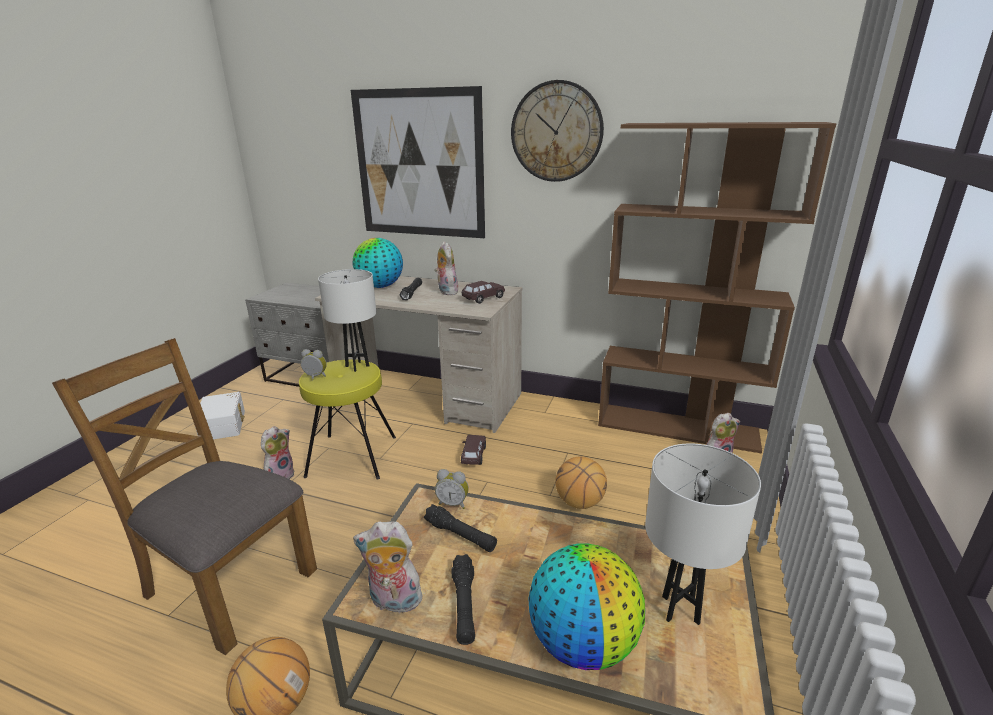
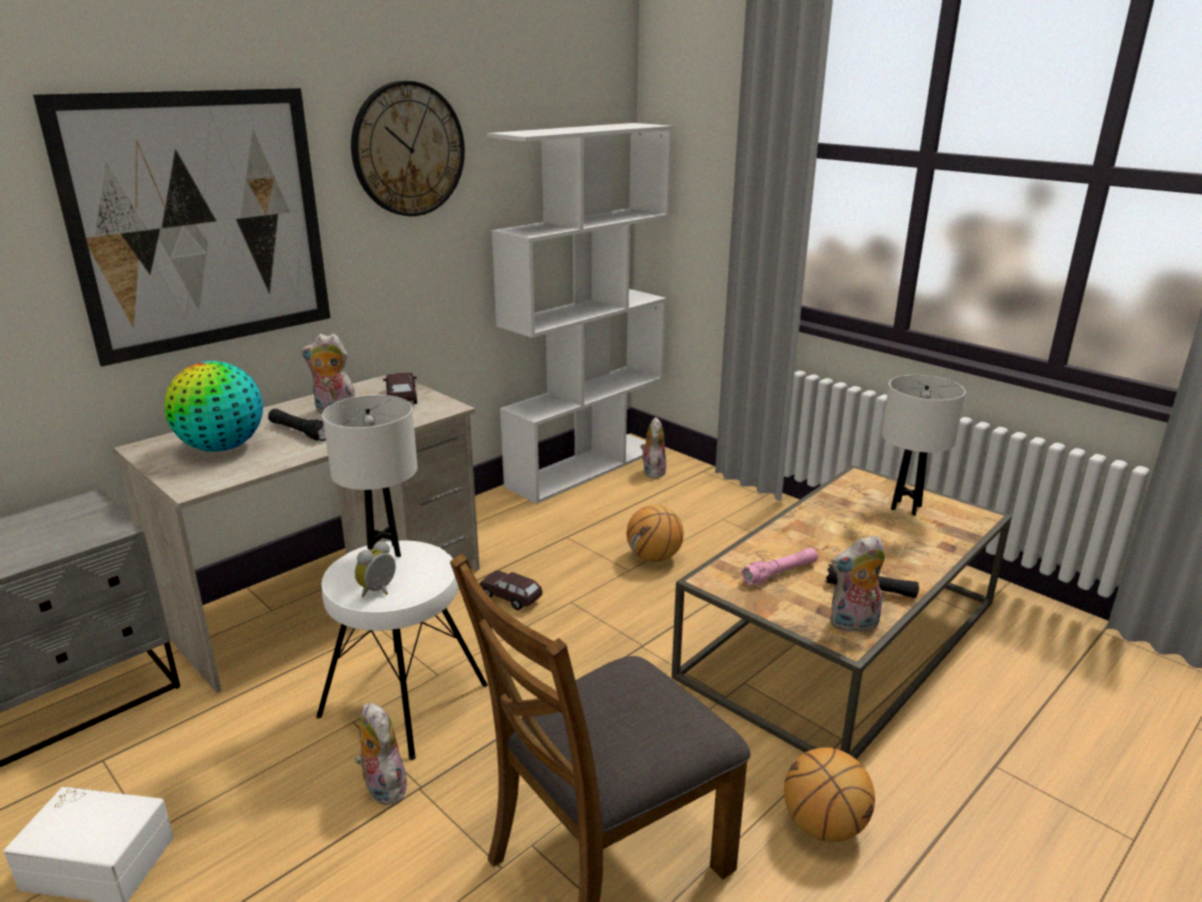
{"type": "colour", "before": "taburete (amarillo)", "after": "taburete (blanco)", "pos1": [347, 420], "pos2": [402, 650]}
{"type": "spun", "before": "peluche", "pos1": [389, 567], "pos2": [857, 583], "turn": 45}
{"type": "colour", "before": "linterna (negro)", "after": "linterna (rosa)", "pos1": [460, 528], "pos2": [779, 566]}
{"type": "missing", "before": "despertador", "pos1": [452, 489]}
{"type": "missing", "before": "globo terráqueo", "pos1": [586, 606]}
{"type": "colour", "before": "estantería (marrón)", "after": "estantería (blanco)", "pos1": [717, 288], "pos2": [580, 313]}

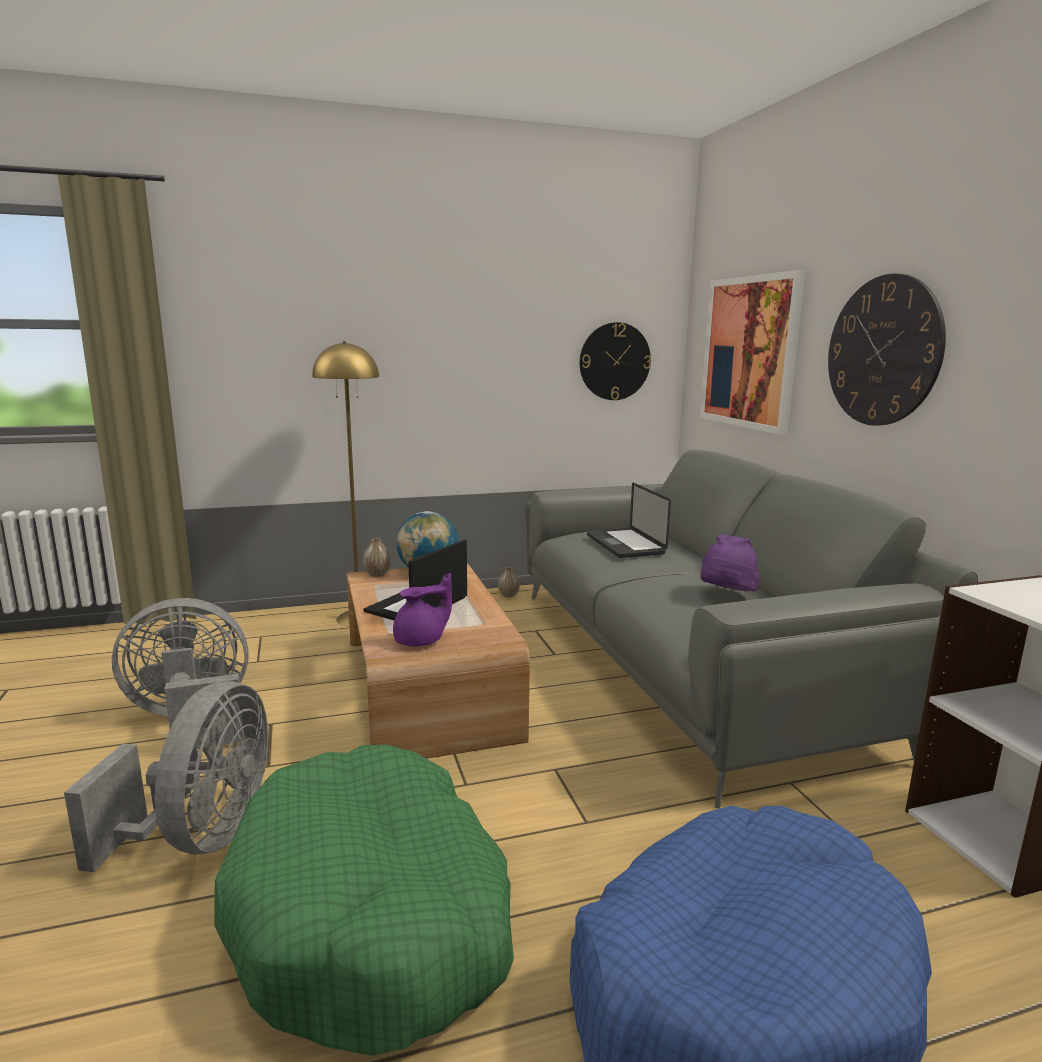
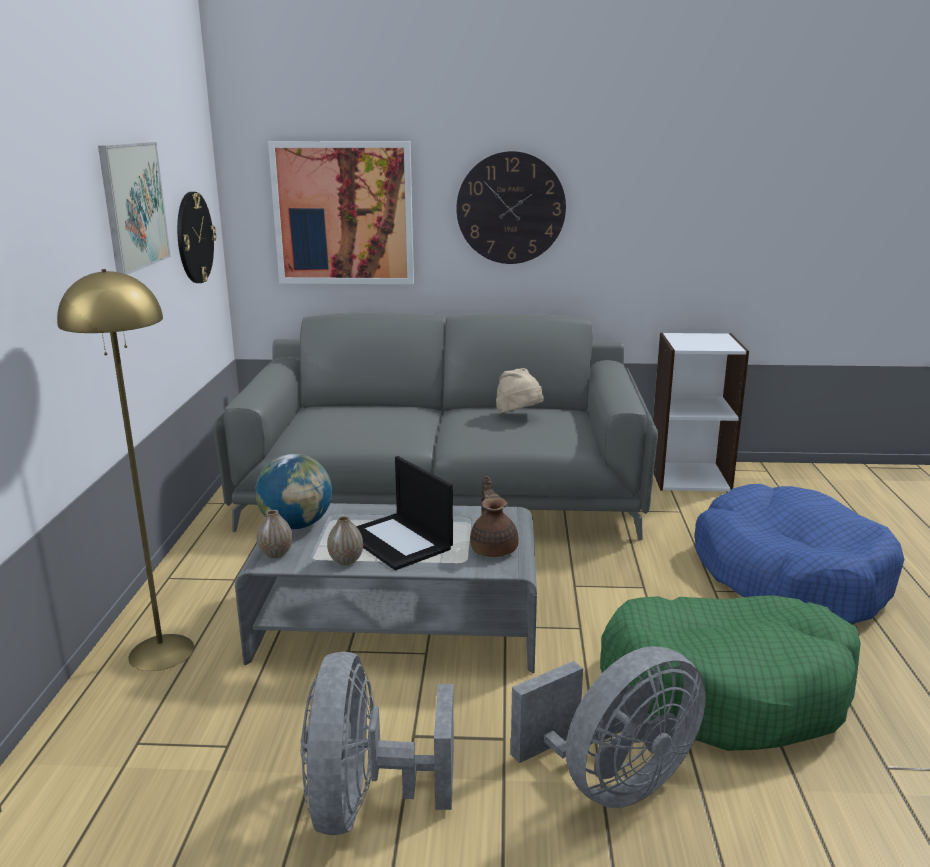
{"type": "spun", "before": "ventilador (gris)", "pos1": [166, 776], "pos2": [608, 727], "turn": 120}
{"type": "colour", "before": "mesa de centro (marrón)", "after": "mesa de centro (gris)", "pos1": [438, 661], "pos2": [386, 588]}
{"type": "colour", "before": "tetera (morado)", "after": "tetera (marrón)", "pos1": [422, 610], "pos2": [494, 516]}
{"type": "relocated", "before": "florero", "pos1": [509, 582], "pos2": [345, 540]}
{"type": "missing", "before": "portátil", "pos1": [629, 520]}
{"type": "colour", "before": "sombrero (morado)", "after": "sombrero (beis)", "pos1": [730, 563], "pos2": [520, 391]}
{"type": "appeared", "after": "cuadro", "pos2": [134, 208]}

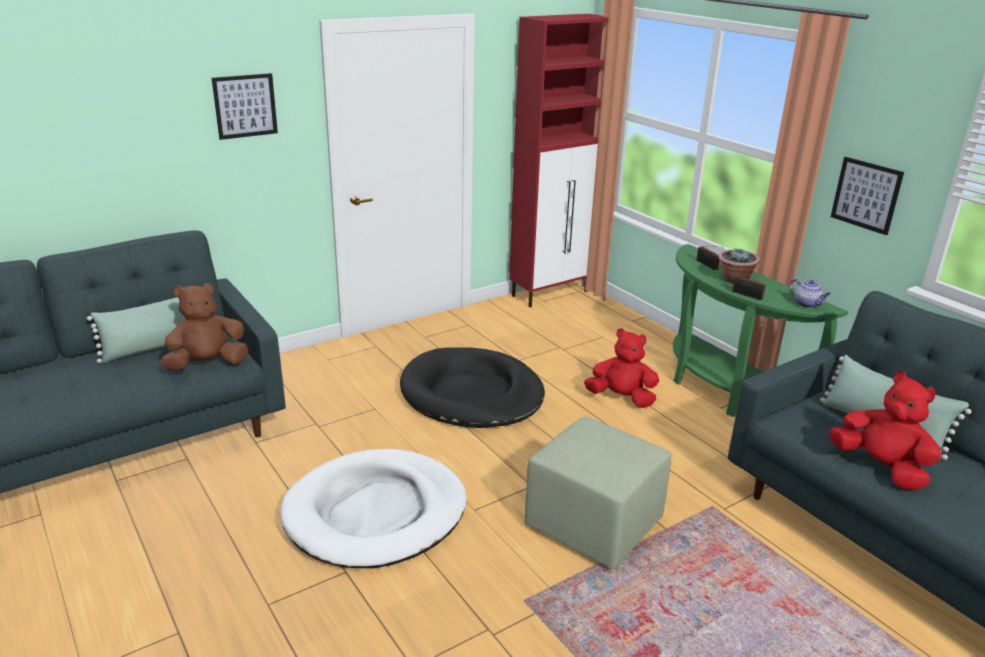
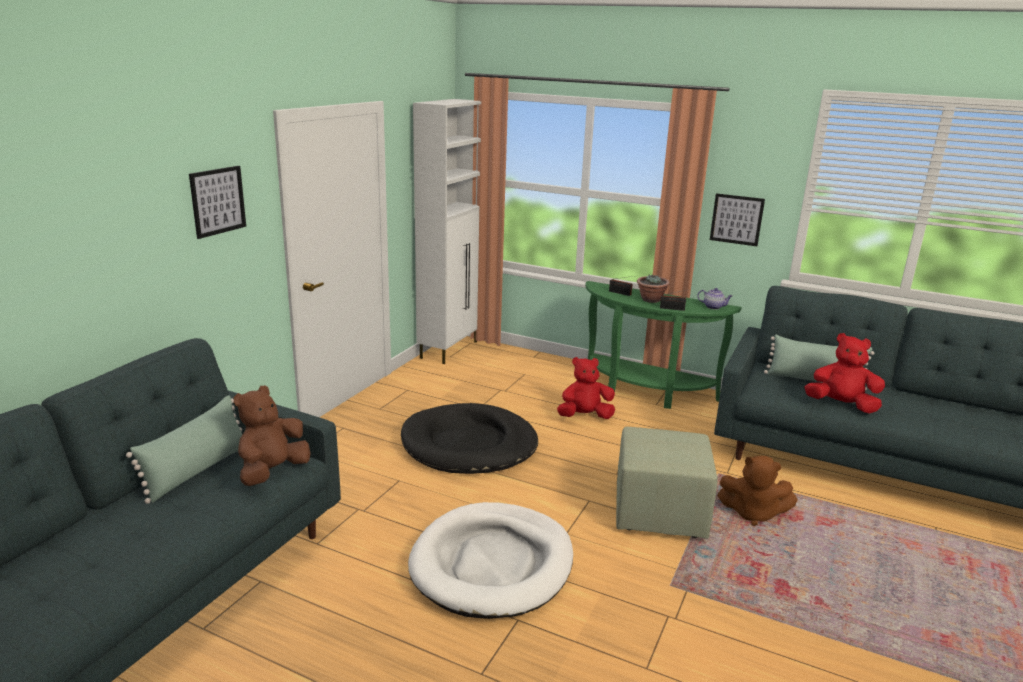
{"type": "colour", "before": "armario (rojo)", "after": "armario (blanco)", "pos1": [559, 160], "pos2": [447, 231]}
{"type": "appeared", "after": "peluche (marrón)", "pos2": [757, 491]}

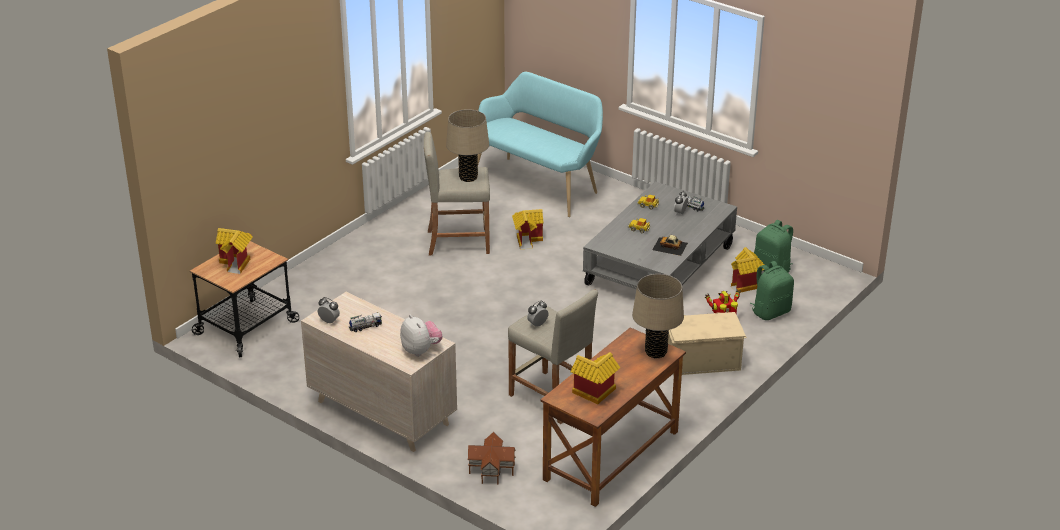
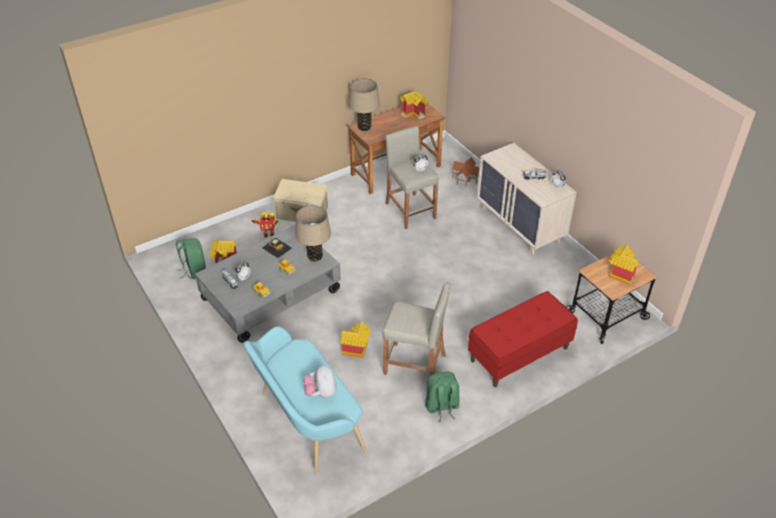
{"type": "relocated", "before": "peluche", "pos1": [421, 336], "pos2": [320, 381]}
{"type": "relocated", "before": "lámpara de mesa (beis)", "pos1": [467, 145], "pos2": [313, 233]}
{"type": "relocated", "before": "mochila (verde)", "pos1": [772, 290], "pos2": [442, 397]}
{"type": "appeared", "after": "banco (rojo)", "pos2": [523, 339]}

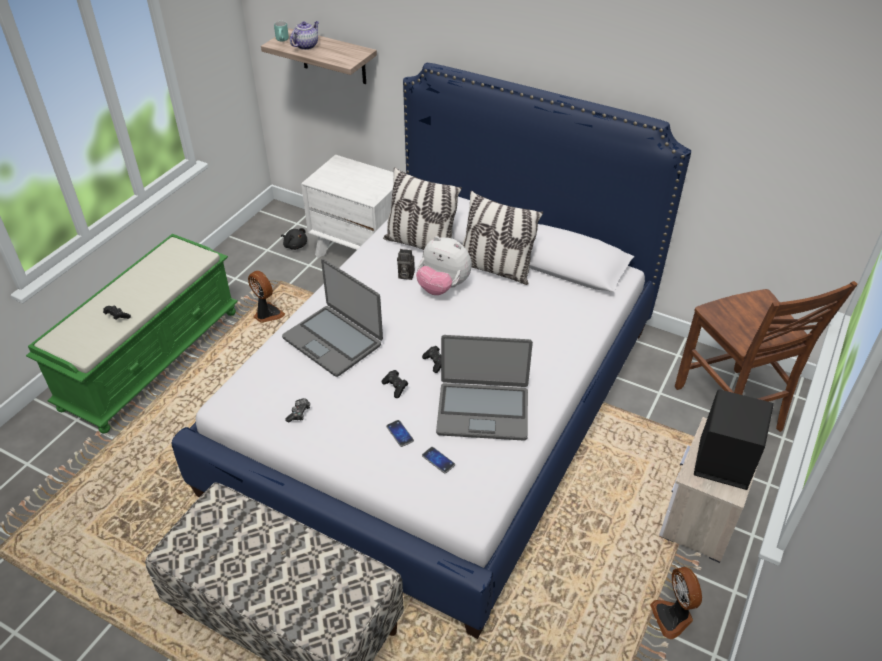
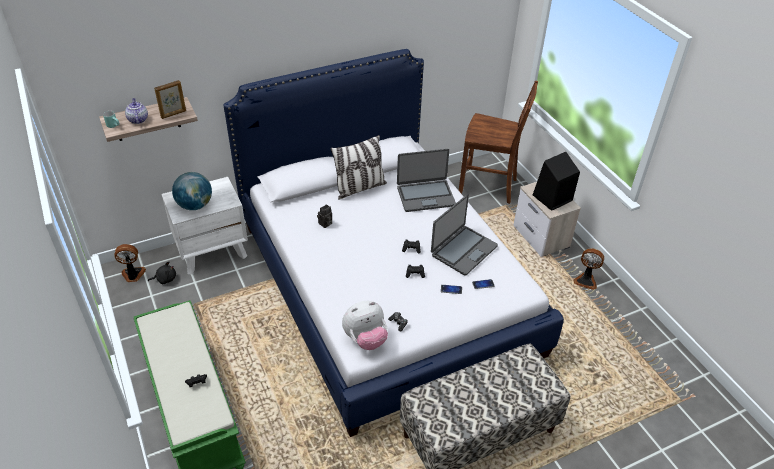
{"type": "relocated", "before": "ventilador", "pos1": [266, 297], "pos2": [130, 263]}
{"type": "relocated", "before": "portátil", "pos1": [332, 318], "pos2": [426, 180]}
{"type": "missing", "before": "cojín", "pos1": [422, 208]}
{"type": "relocated", "before": "peluche", "pos1": [444, 265], "pos2": [365, 325]}
{"type": "appeared", "after": "portarretratos", "pos2": [170, 99]}
{"type": "appeared", "after": "globo terráqueo", "pos2": [192, 191]}

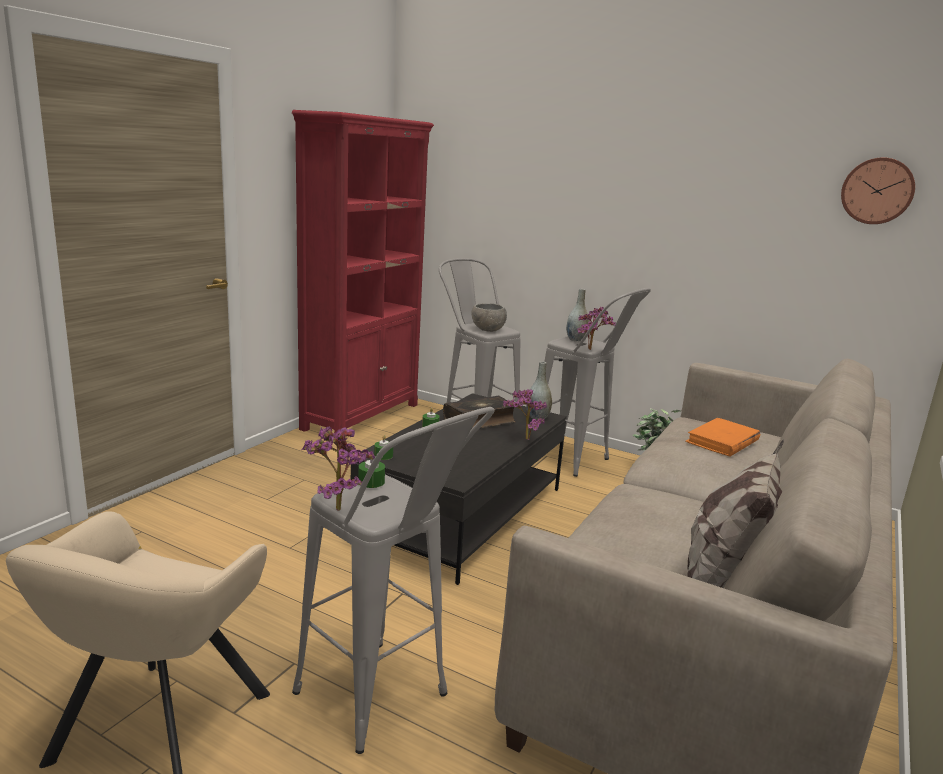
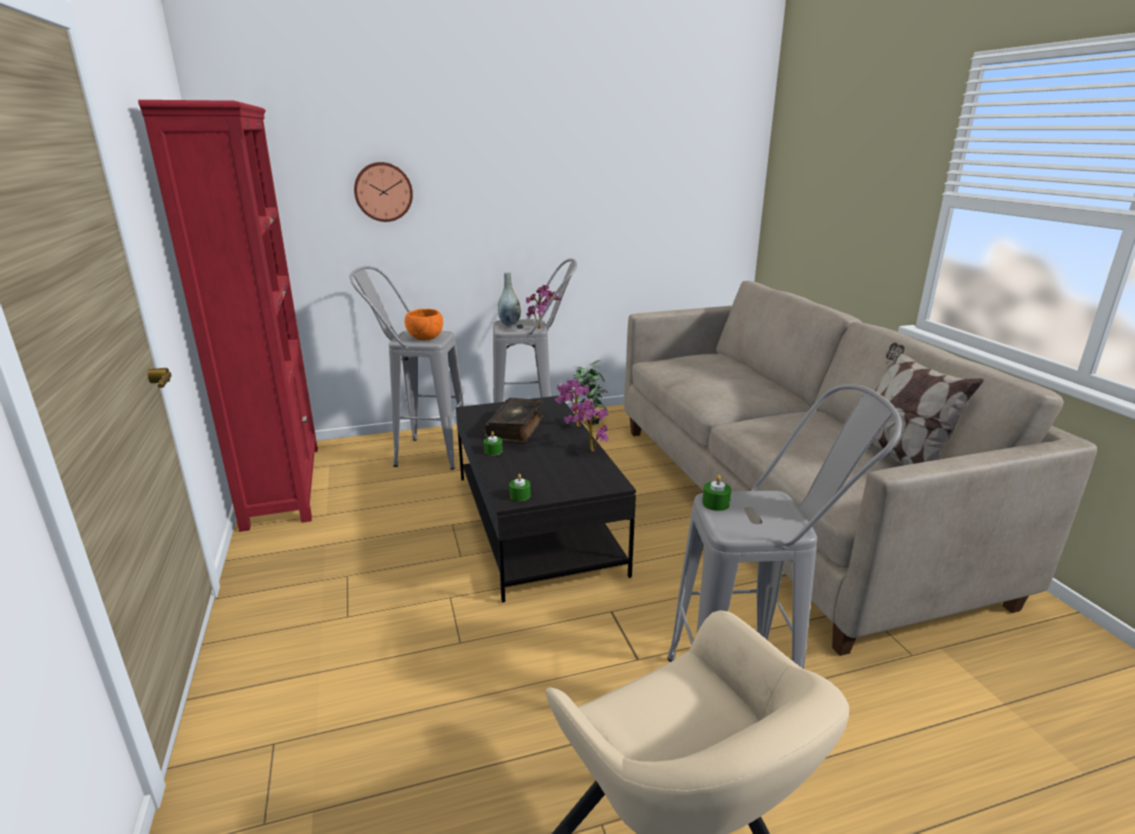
{"type": "relocated", "before": "planta en maceta", "pos1": [338, 468], "pos2": [586, 425]}
{"type": "colour", "before": "cuenco (gris)", "after": "cuenco (naranja)", "pos1": [489, 317], "pos2": [424, 324]}
{"type": "missing", "before": "florero (gris)", "pos1": [539, 390]}
{"type": "missing", "before": "libro (naranja)", "pos1": [722, 437]}
{"type": "relocated", "before": "reloj de pared", "pos1": [878, 190], "pos2": [383, 192]}

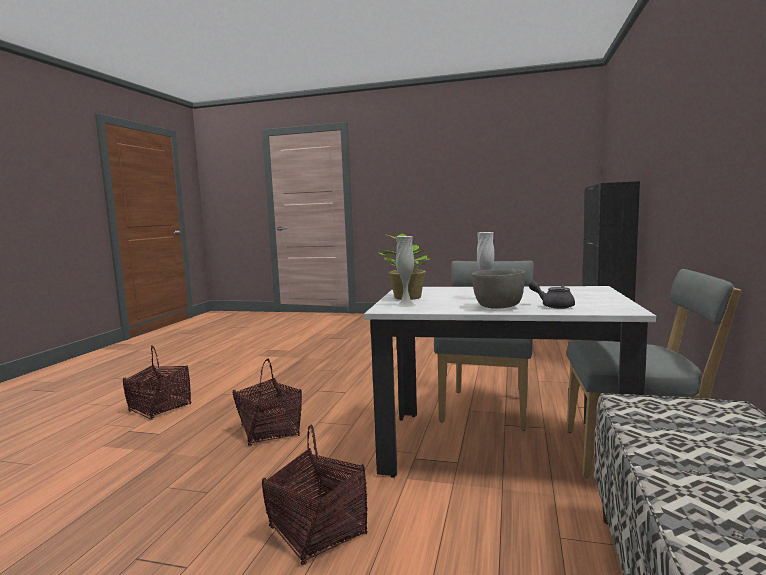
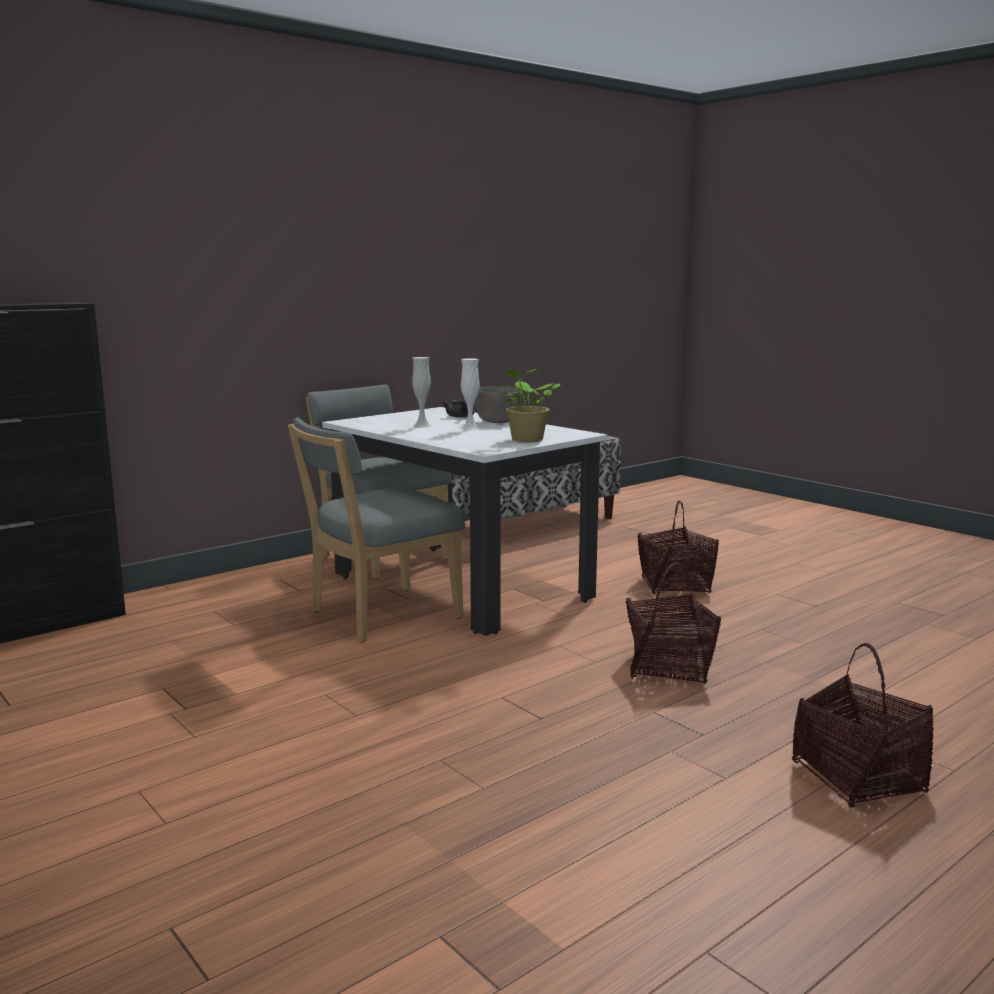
{"type": "relocated", "before": "florero (blanco)", "pos1": [406, 271], "pos2": [422, 392]}

